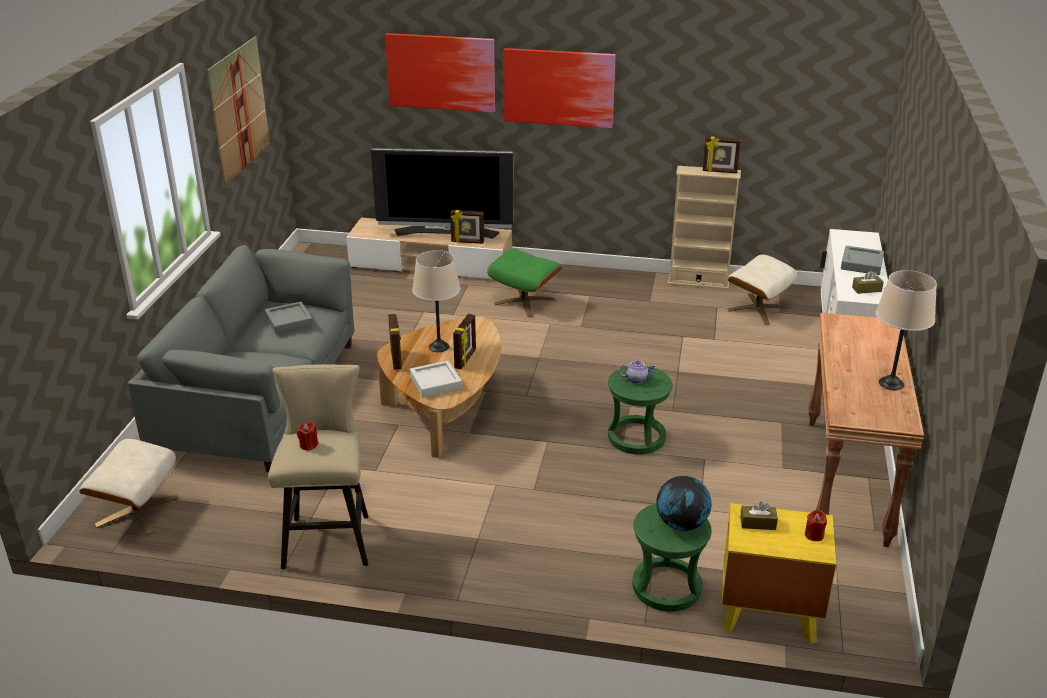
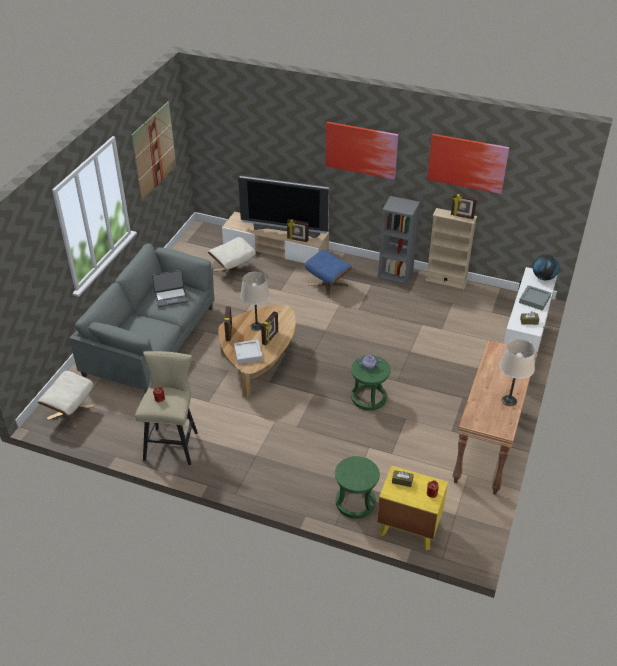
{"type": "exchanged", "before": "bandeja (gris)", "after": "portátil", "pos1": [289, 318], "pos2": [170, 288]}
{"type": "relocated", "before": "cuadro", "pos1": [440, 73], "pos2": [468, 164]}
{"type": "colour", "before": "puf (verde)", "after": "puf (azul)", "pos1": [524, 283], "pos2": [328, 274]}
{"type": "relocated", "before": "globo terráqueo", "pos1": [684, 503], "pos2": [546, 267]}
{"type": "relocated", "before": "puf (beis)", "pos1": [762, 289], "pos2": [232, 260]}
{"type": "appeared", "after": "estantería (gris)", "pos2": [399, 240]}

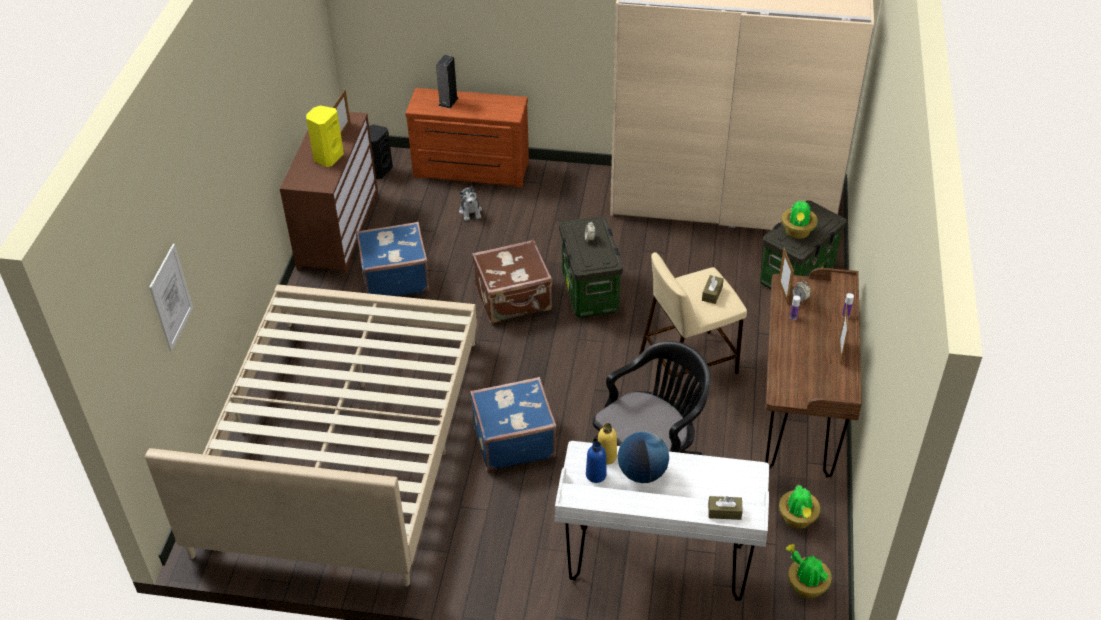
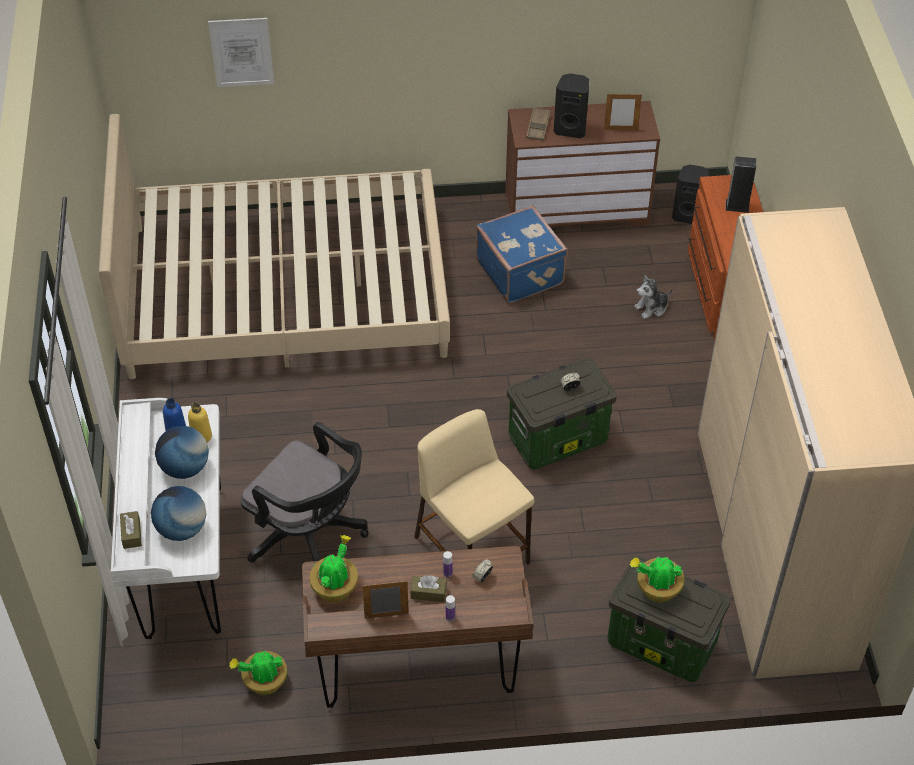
{"type": "colour", "before": "altavoz (amarillo)", "after": "altavoz (negro)", "pos1": [325, 136], "pos2": [571, 105]}
{"type": "missing", "before": "maleta (azul)", "pos1": [513, 424]}
{"type": "missing", "before": "maleta (marrón)", "pos1": [512, 281]}
{"type": "relocated", "before": "caja de pañuelos (marrón)", "pos1": [713, 289], "pos2": [428, 588]}
{"type": "missing", "before": "portarretratos", "pos1": [786, 276]}
{"type": "relocated", "before": "planta en maceta", "pos1": [809, 571], "pos2": [333, 568]}
{"type": "appeared", "after": "globo terráqueo", "pos2": [178, 513]}
{"type": "appeared", "after": "bandeja (marrón)", "pos2": [538, 124]}

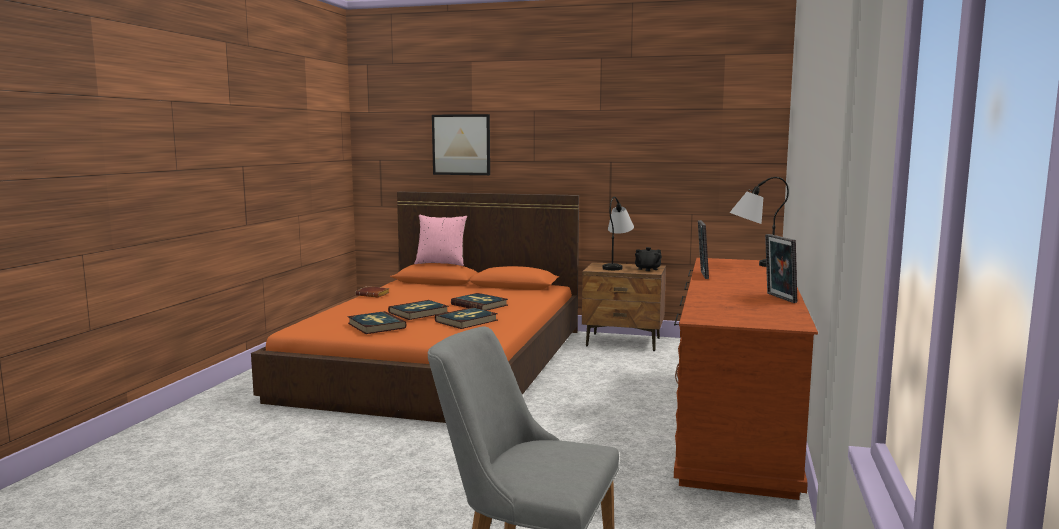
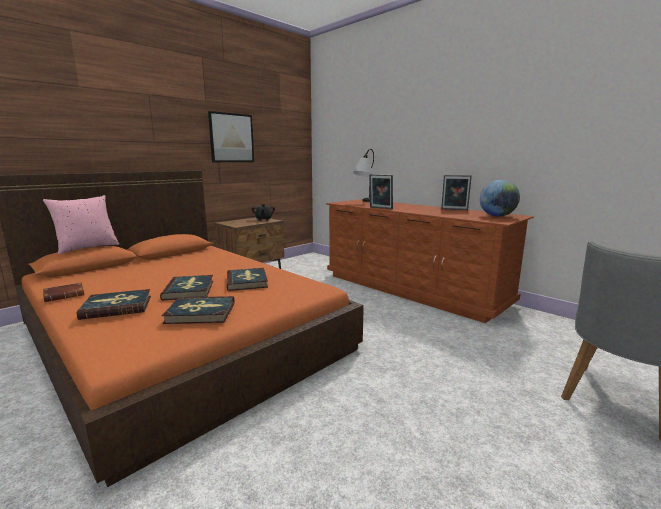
{"type": "relocated", "before": "cuadro", "pos1": [461, 144], "pos2": [231, 136]}
{"type": "relocated", "before": "libro", "pos1": [479, 302], "pos2": [114, 304]}
{"type": "missing", "before": "lámpara de mesa", "pos1": [618, 233]}
{"type": "appeared", "after": "globo terráqueo", "pos2": [500, 198]}

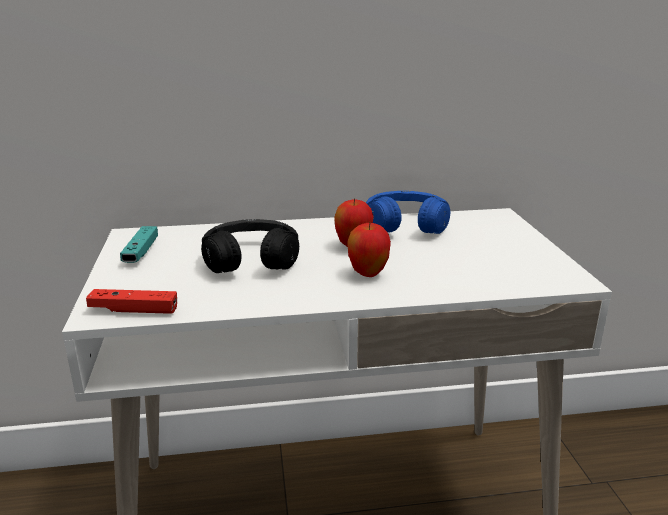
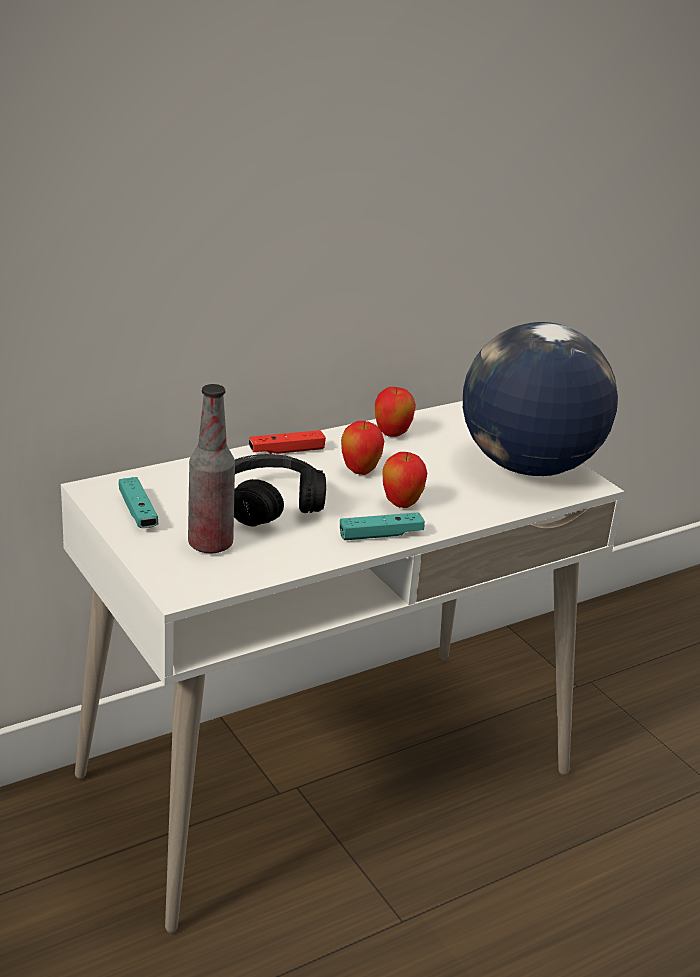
{"type": "relocated", "before": "mando de consola (rojo)", "pos1": [131, 301], "pos2": [287, 442]}
{"type": "exchanged", "before": "auriculares (azul)", "after": "manzana", "pos1": [408, 212], "pos2": [395, 412]}
{"type": "appeared", "after": "botella", "pos2": [211, 468]}
{"type": "appeared", "after": "mando de consola (turquesa)", "pos2": [382, 526]}
{"type": "appeared", "after": "globo terráqueo", "pos2": [540, 399]}

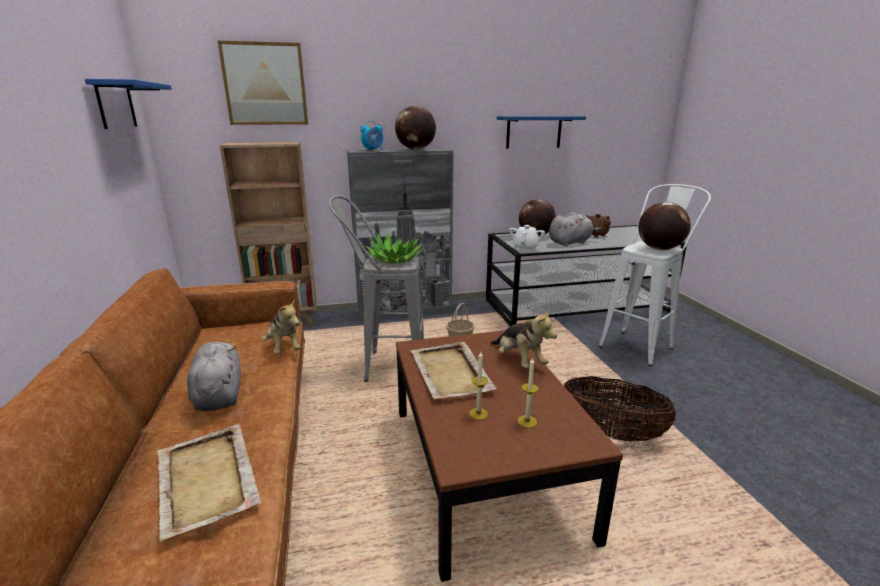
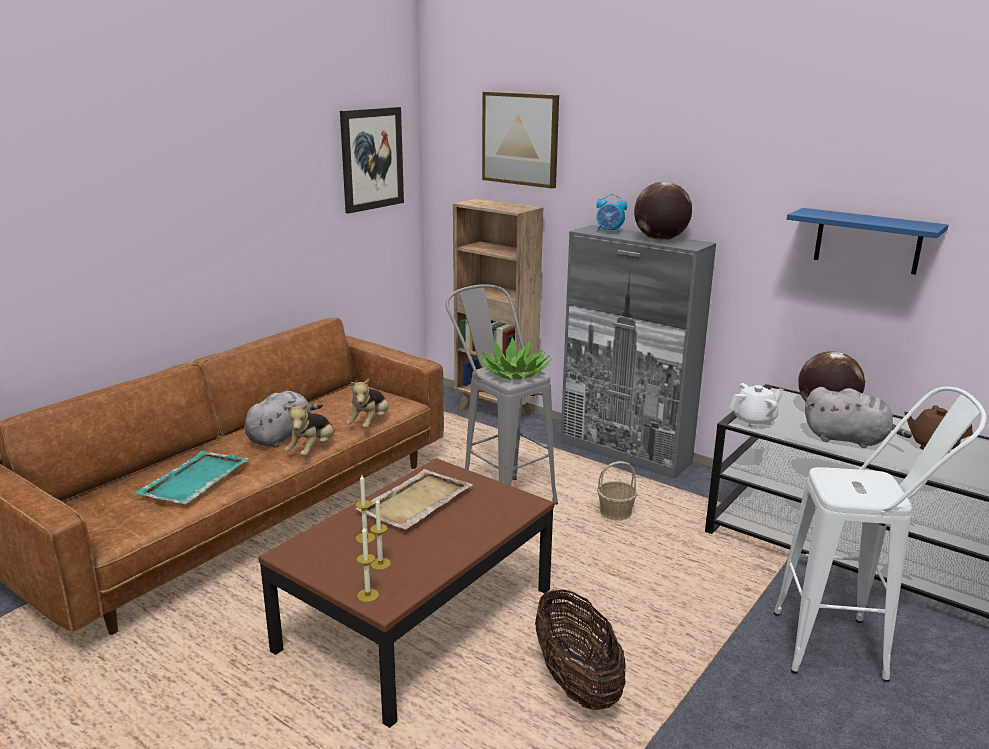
{"type": "exchanged", "before": "estante (azul)", "after": "cuadro", "pos1": [128, 104], "pos2": [372, 160]}
{"type": "colour", "before": "bandeja (beis)", "after": "bandeja (turquesa)", "pos1": [209, 482], "pos2": [192, 477]}
{"type": "relocated", "before": "peluche", "pos1": [524, 339], "pos2": [310, 429]}
{"type": "missing", "before": "globo terráqueo", "pos1": [664, 226]}
{"type": "appeared", "after": "vela", "pos2": [367, 564]}

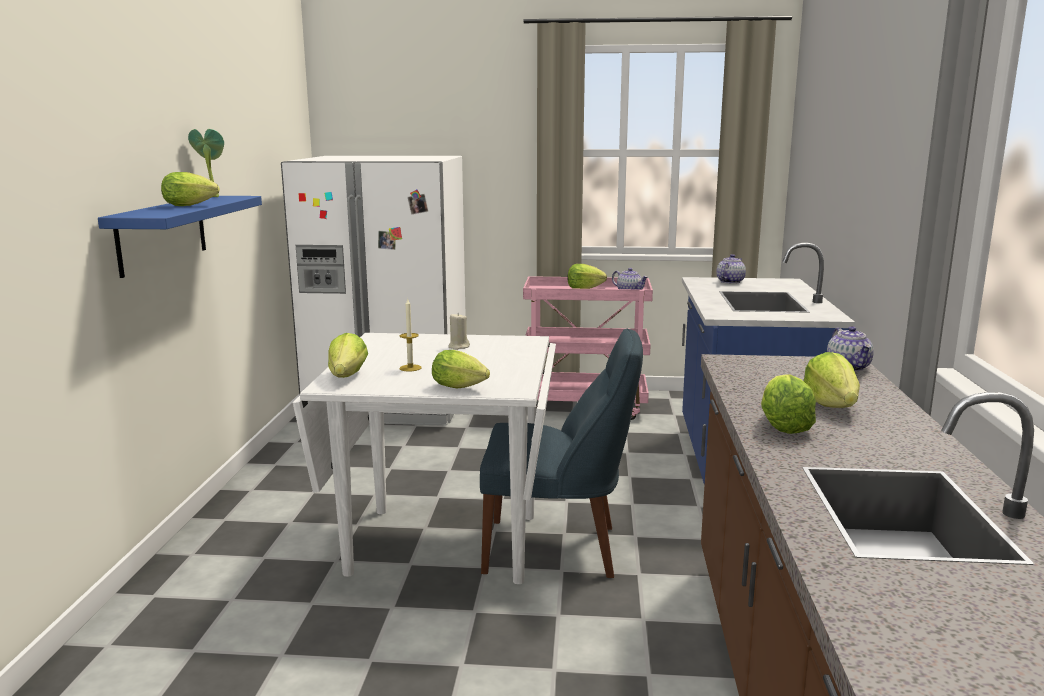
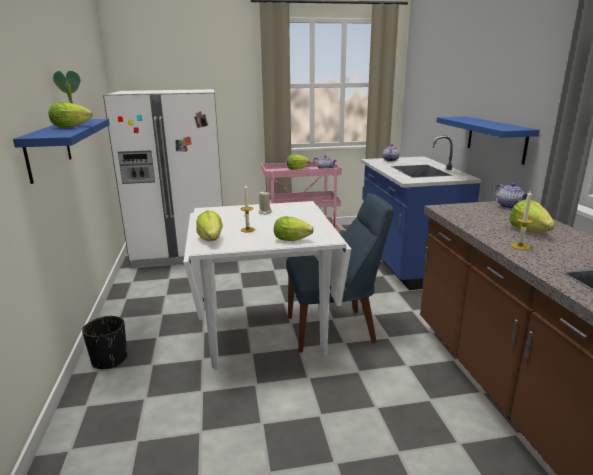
{"type": "exchanged", "before": "lechuga", "after": "vela", "pos1": [788, 404], "pos2": [522, 220]}
{"type": "appeared", "after": "maceta (negro)", "pos2": [104, 342]}
{"type": "appeared", "after": "estante (azul)", "pos2": [488, 140]}

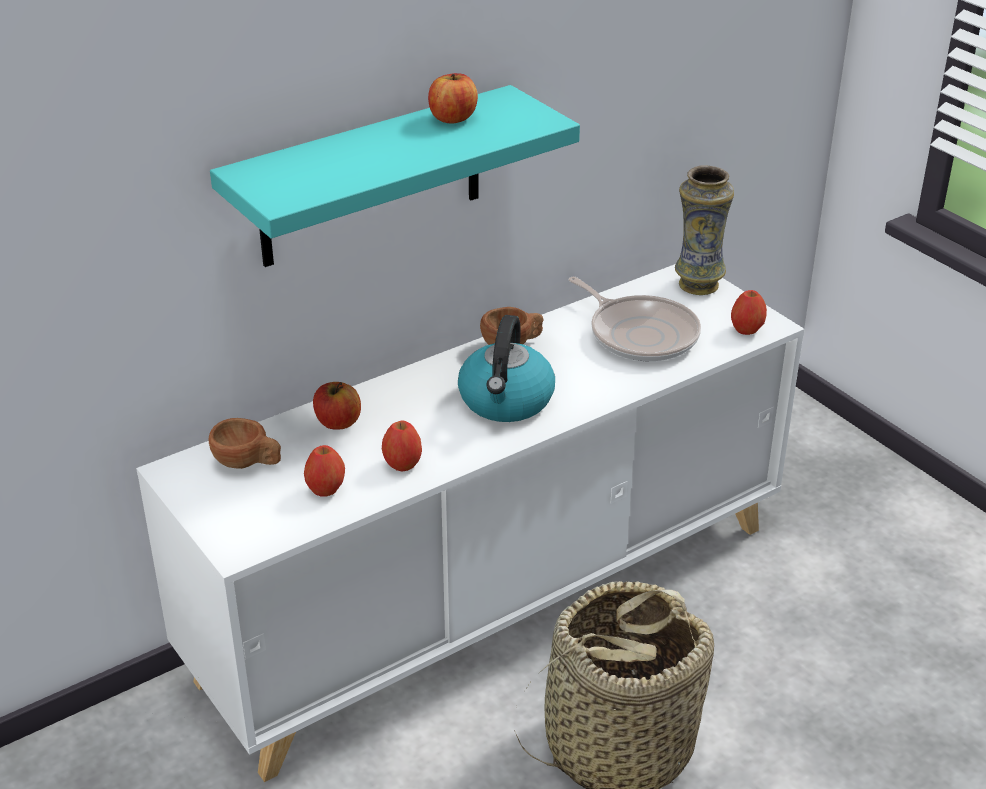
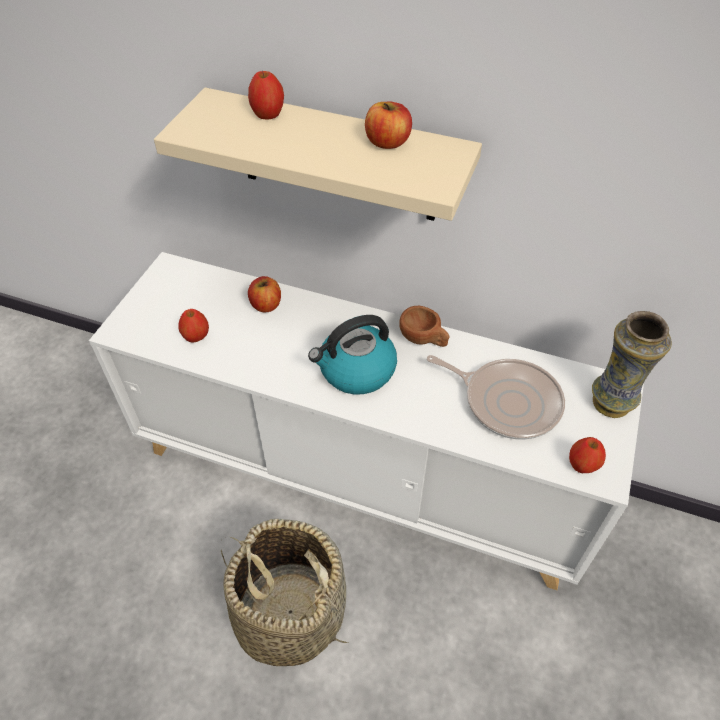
{"type": "missing", "before": "taza (marrón)", "pos1": [245, 443]}
{"type": "colour", "before": "estante (turquesa)", "after": "estante (beis)", "pos1": [395, 176], "pos2": [318, 154]}
{"type": "relocated", "before": "manzana", "pos1": [402, 446], "pos2": [266, 95]}
{"type": "spun", "before": "sartén", "pos1": [634, 319], "pos2": [496, 397], "turn": -75}

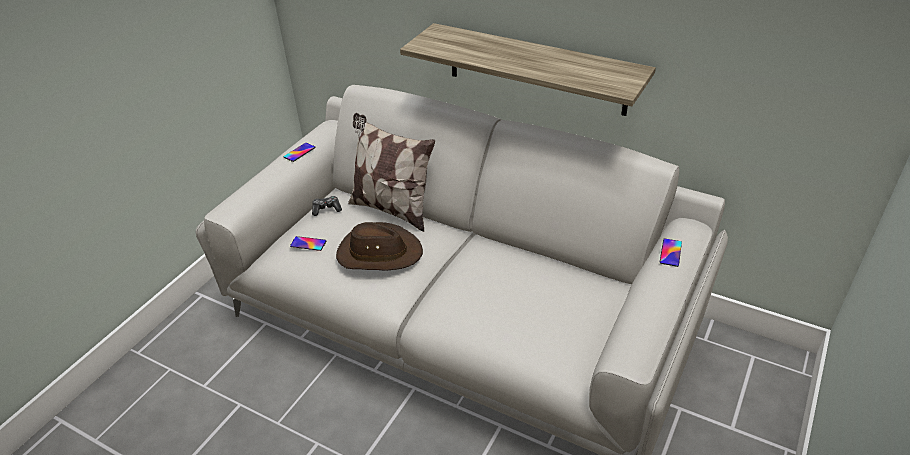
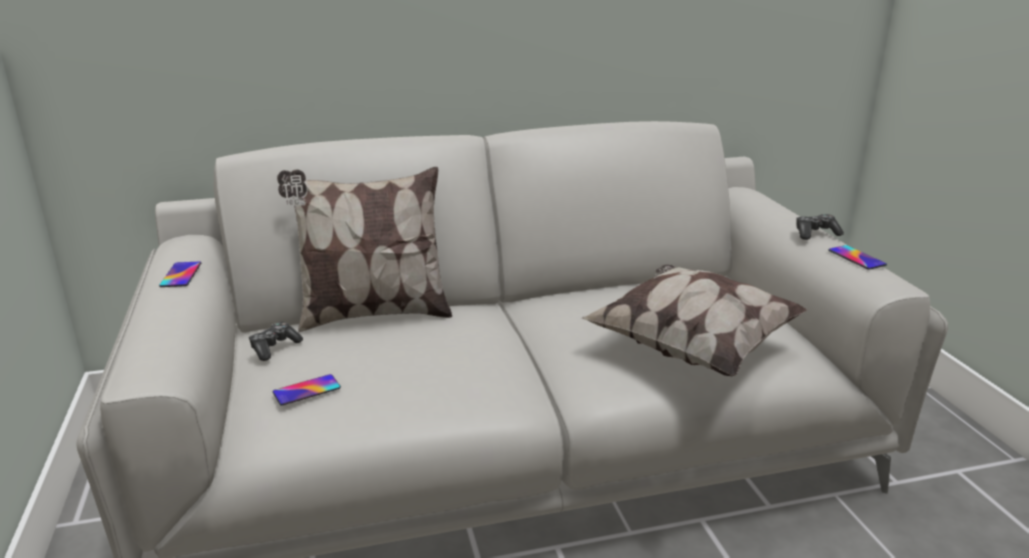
{"type": "missing", "before": "sombrero (marrón)", "pos1": [379, 246]}
{"type": "missing", "before": "estante", "pos1": [528, 69]}
{"type": "relocated", "before": "móvil", "pos1": [671, 252], "pos2": [857, 257]}
{"type": "appeared", "after": "cojín", "pos2": [694, 320]}
{"type": "appeared", "after": "mando de consola", "pos2": [820, 227]}

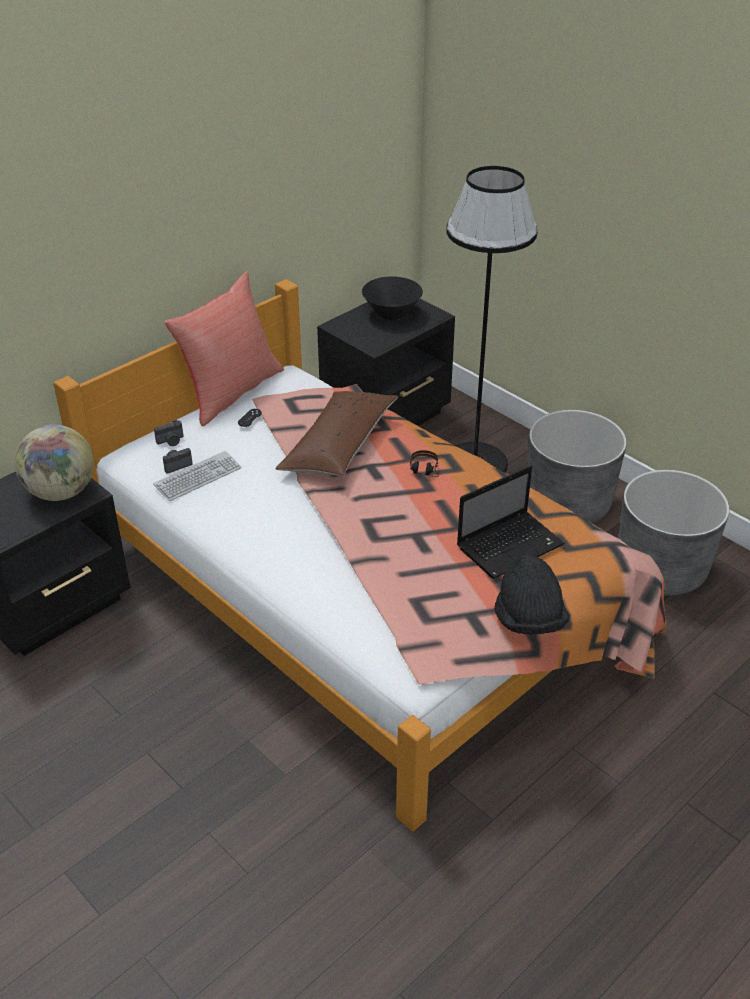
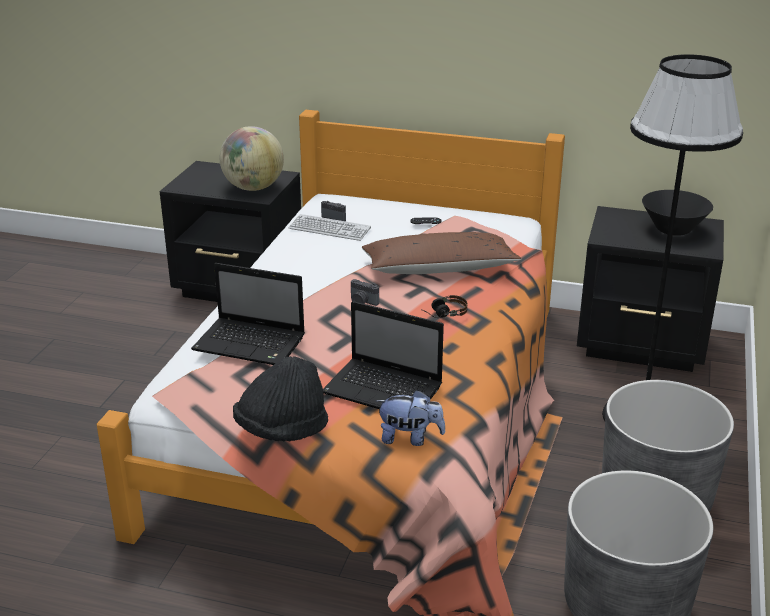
{"type": "relocated", "before": "cámara", "pos1": [168, 433], "pos2": [365, 292]}
{"type": "missing", "before": "cojín (rojo)", "pos1": [224, 348]}
{"type": "appeared", "after": "portátil", "pos2": [248, 314]}
{"type": "appeared", "after": "peluche", "pos2": [410, 418]}

